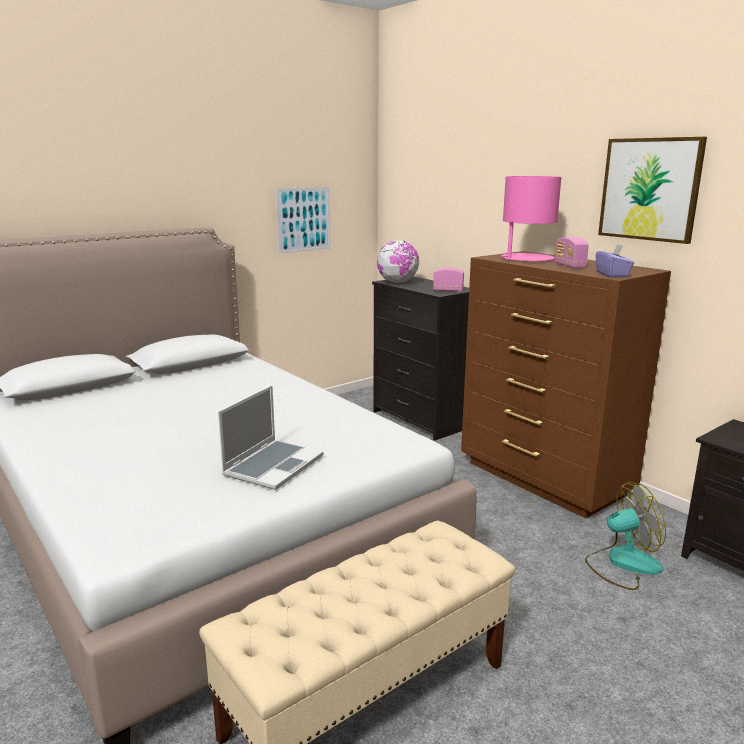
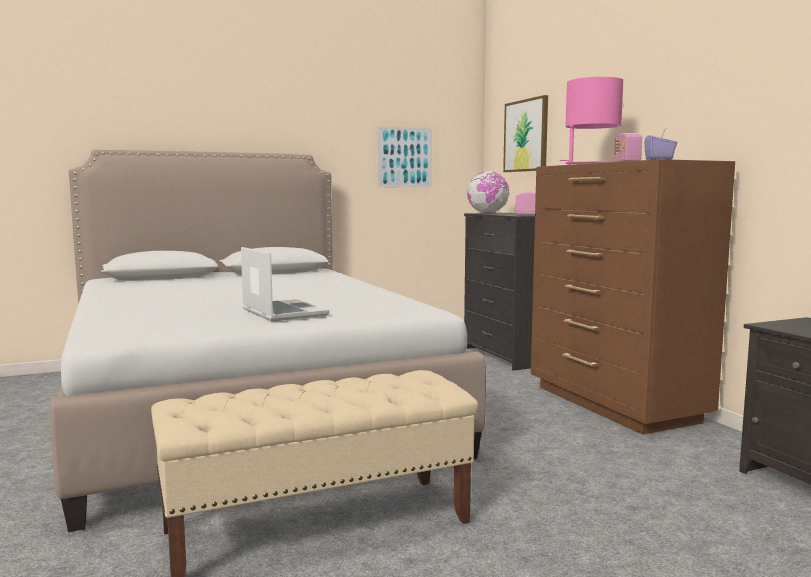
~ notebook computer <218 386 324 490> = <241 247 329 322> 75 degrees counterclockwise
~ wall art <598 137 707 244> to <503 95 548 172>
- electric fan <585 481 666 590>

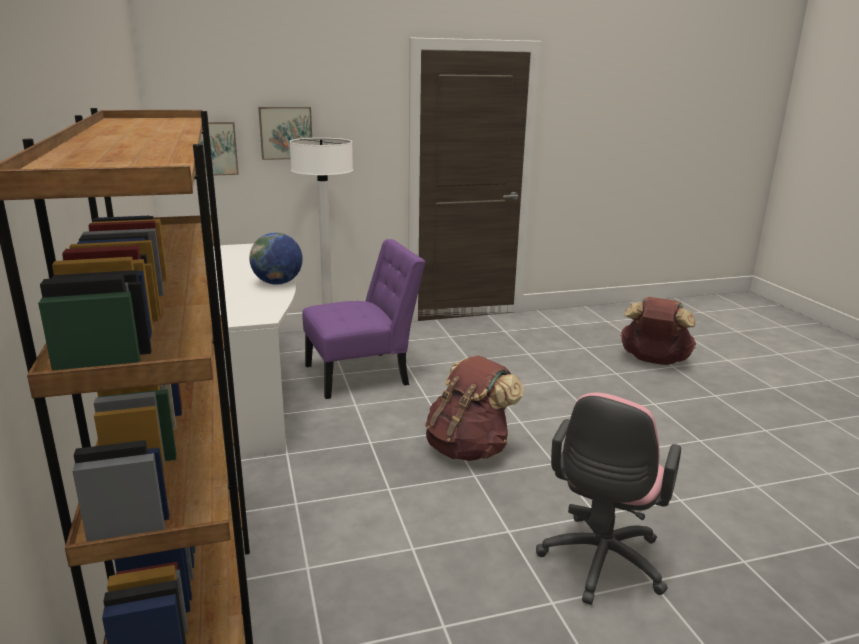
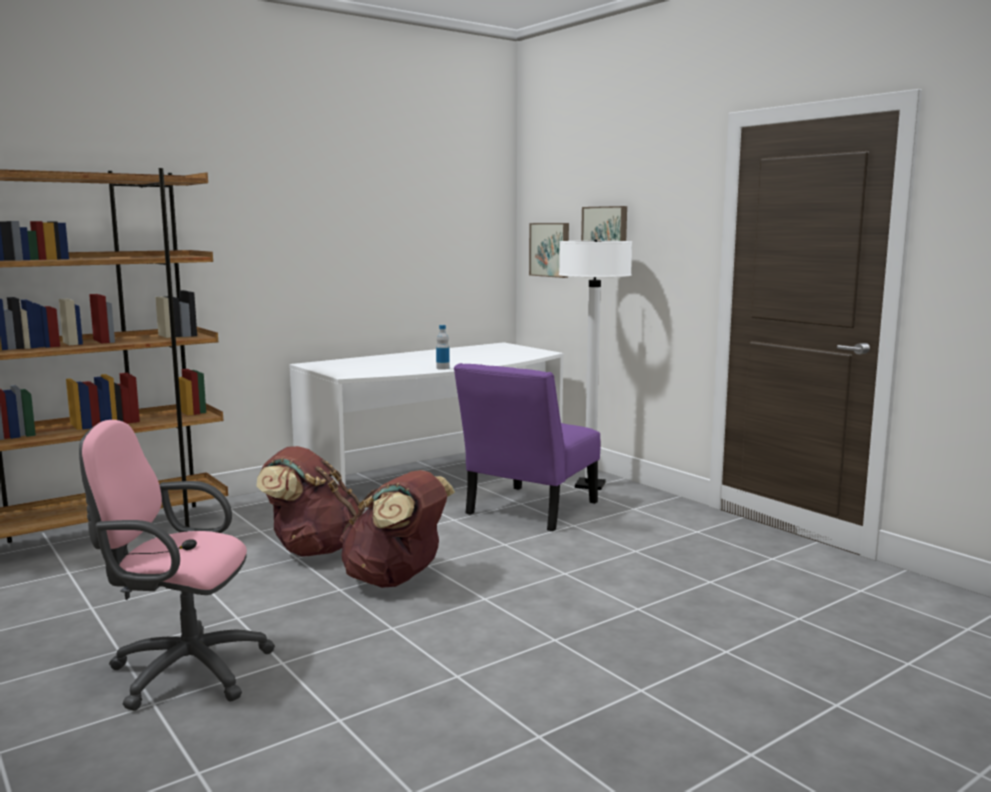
~ brownish knapsack <620 297 696 365> to <256 446 360 557>
~ world globe <249 233 303 285> to beverage bottle <436 325 450 370>
~ purplish chair <302 239 425 399> = <454 363 600 531> 75 degrees clockwise

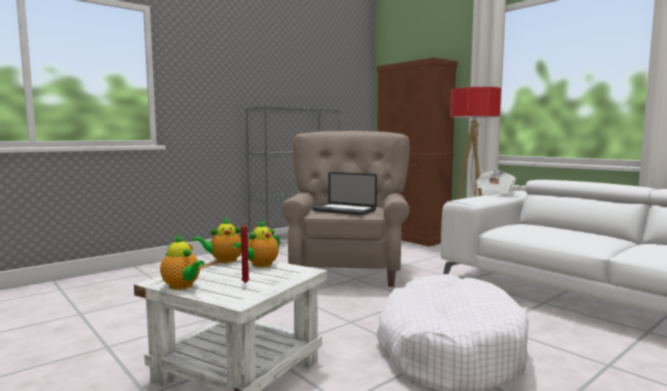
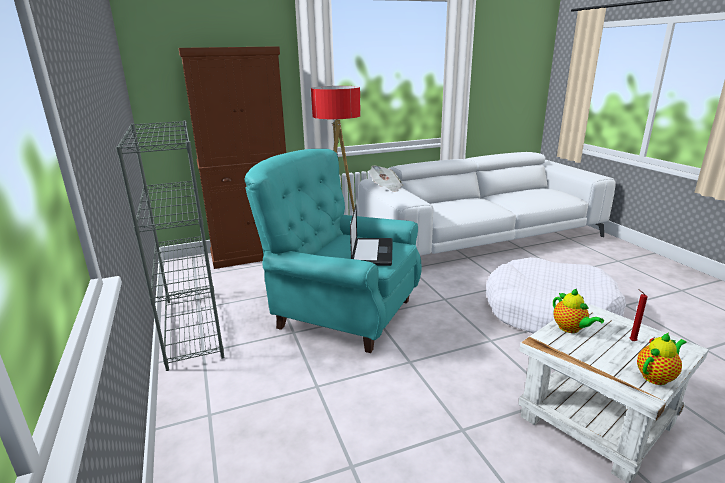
~ beige-coloured easy chair <281 131 410 287> to turquoise easy chair <244 149 422 353>
~ notebook computer <312 172 377 215> = <350 205 393 266> 45 degrees counterclockwise
- tea pot <193 217 249 263>

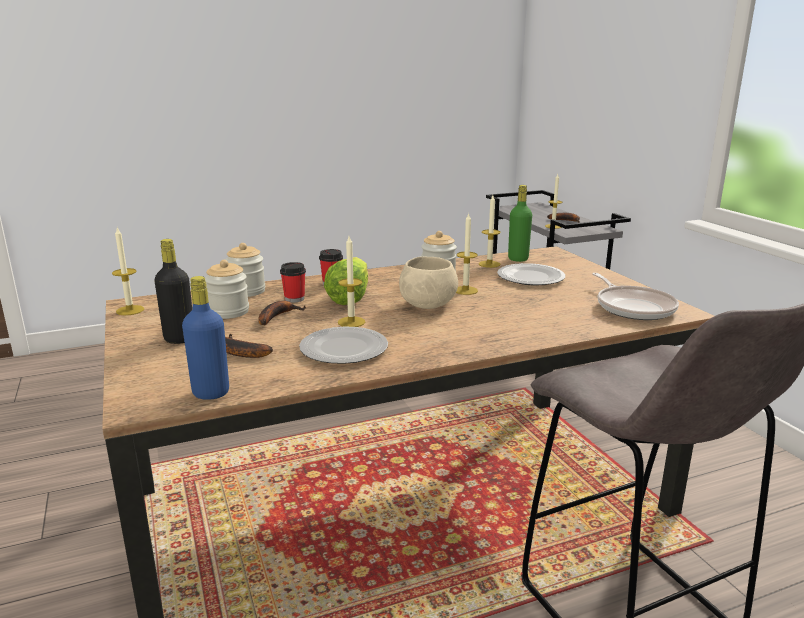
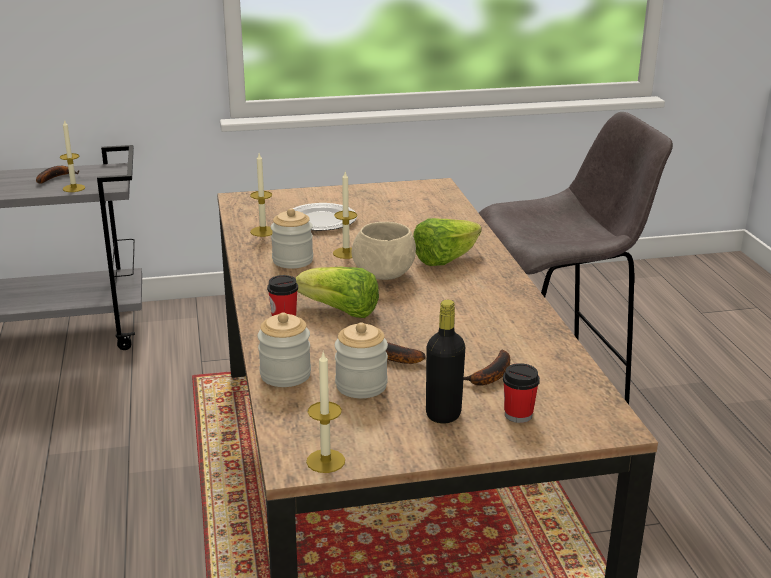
+ lettuce head <413 218 482 266>
~ drinking cup <280 262 306 303> to <503 363 540 423>
- blue-coloured beverage bottle <182 276 229 400>
- flat dish <299 327 388 364>
- wax candle <338 236 365 327>
- green-coloured beverage bottle <508 185 532 262>
- frying pan <592 273 679 320>

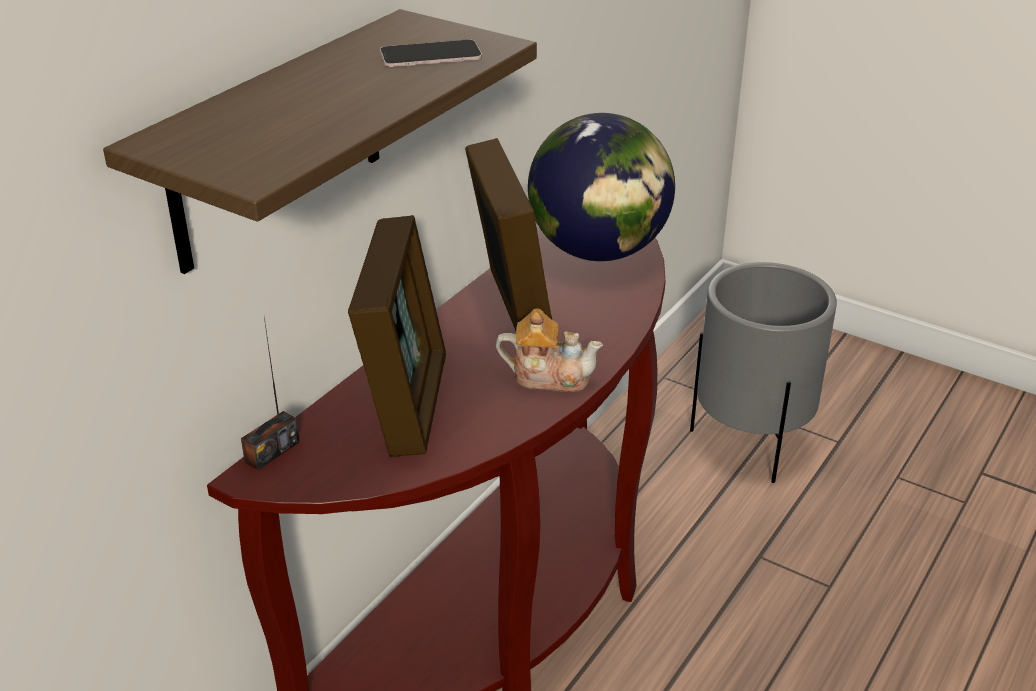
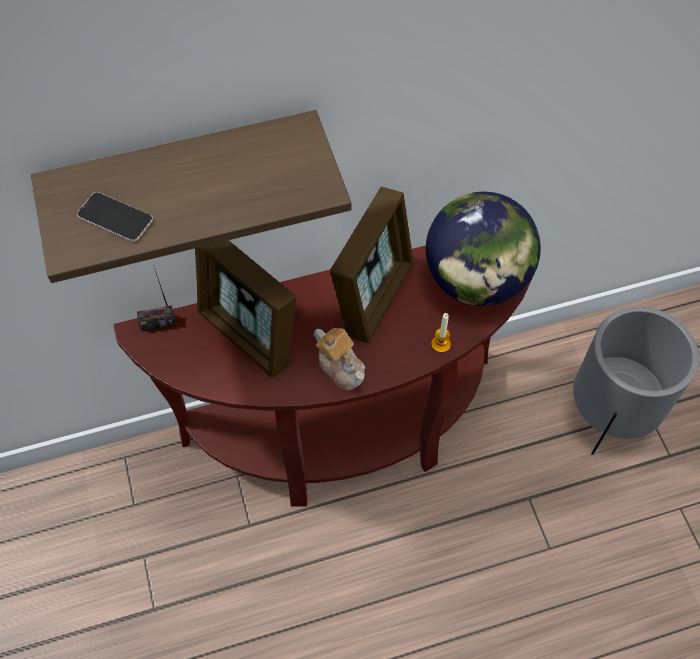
~ phone <380 39 482 67> to <77 192 153 242>
~ standing frame <348 215 446 456> = <195 240 296 378> 90 degrees clockwise
+ wax candle <431 313 451 353>

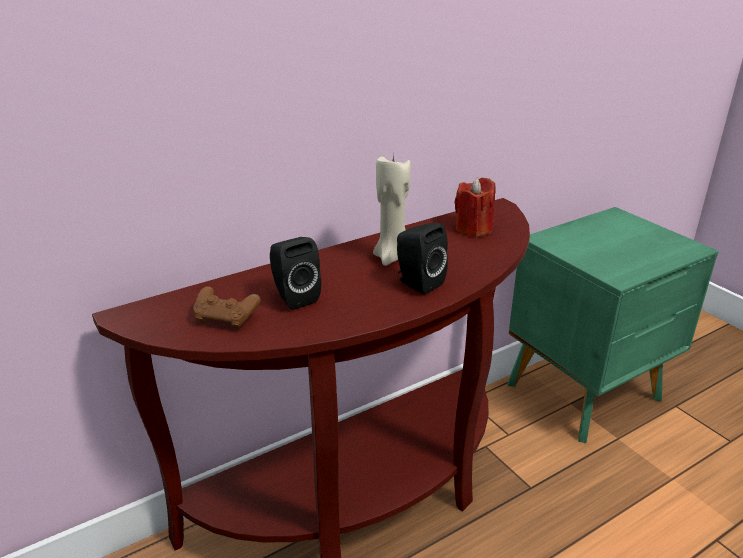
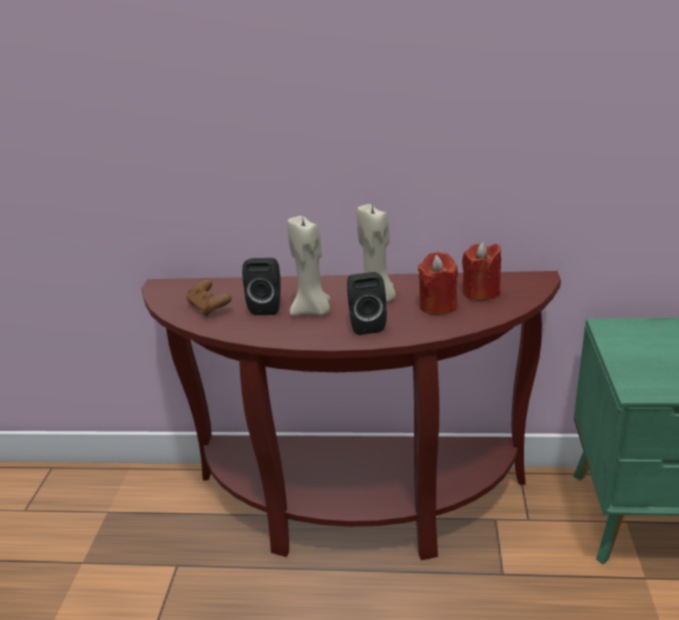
+ beige-coloured wax candle <287 214 330 316>
+ red wax candle <418 252 458 315>

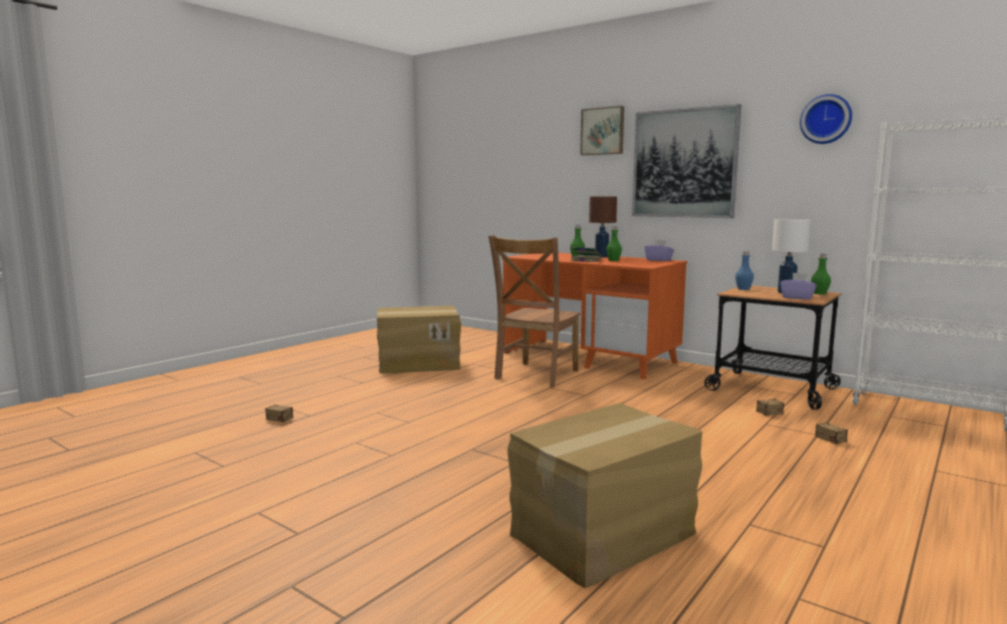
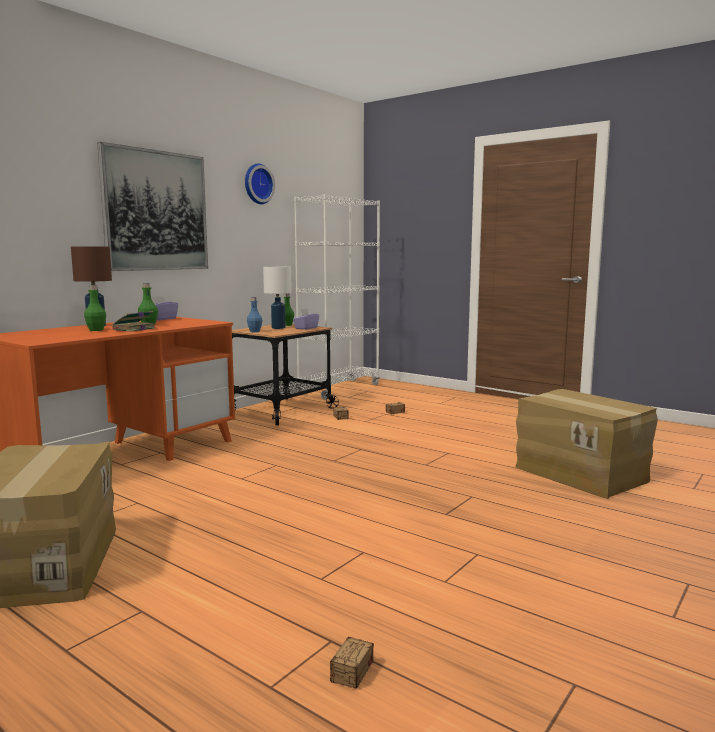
- brownish chair <488 235 581 388>
- wall art <580 106 624 155>

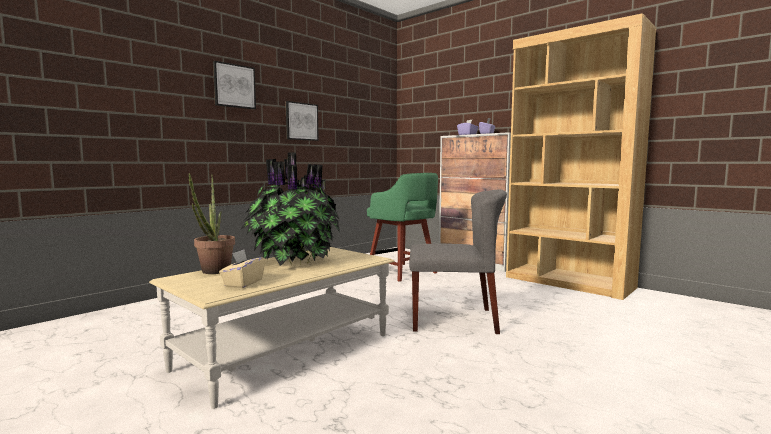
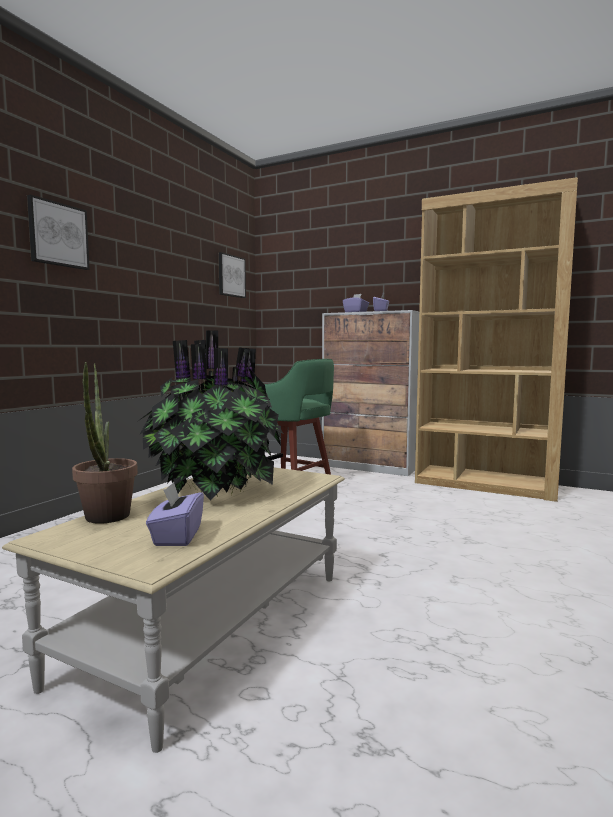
~ beige-coloured tissue box <219 250 265 288> to purplish tissue box <146 482 204 546>
~ wall art <285 101 319 141> to <218 252 246 298>
- gray chair <409 189 507 334>

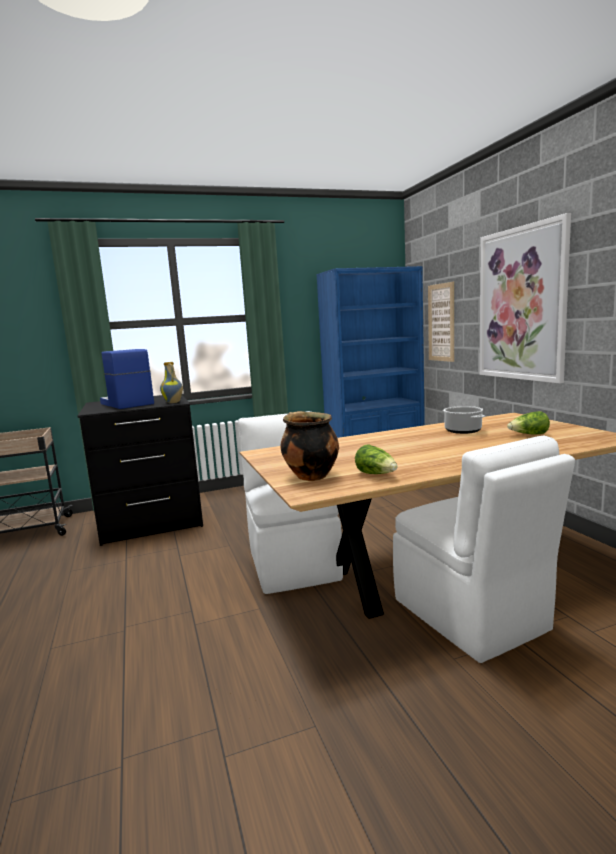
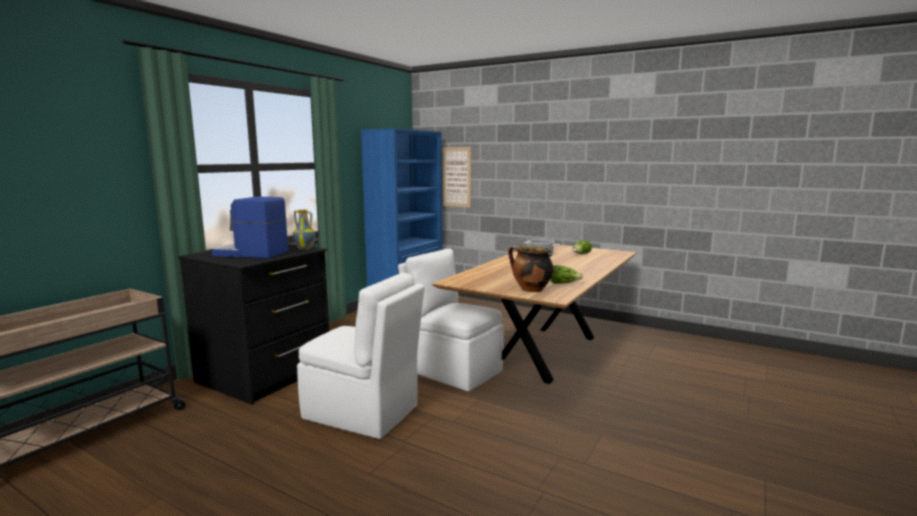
~ white-coloured chair <393 435 575 663> to <297 273 425 439>
- wall art <479 213 571 384>

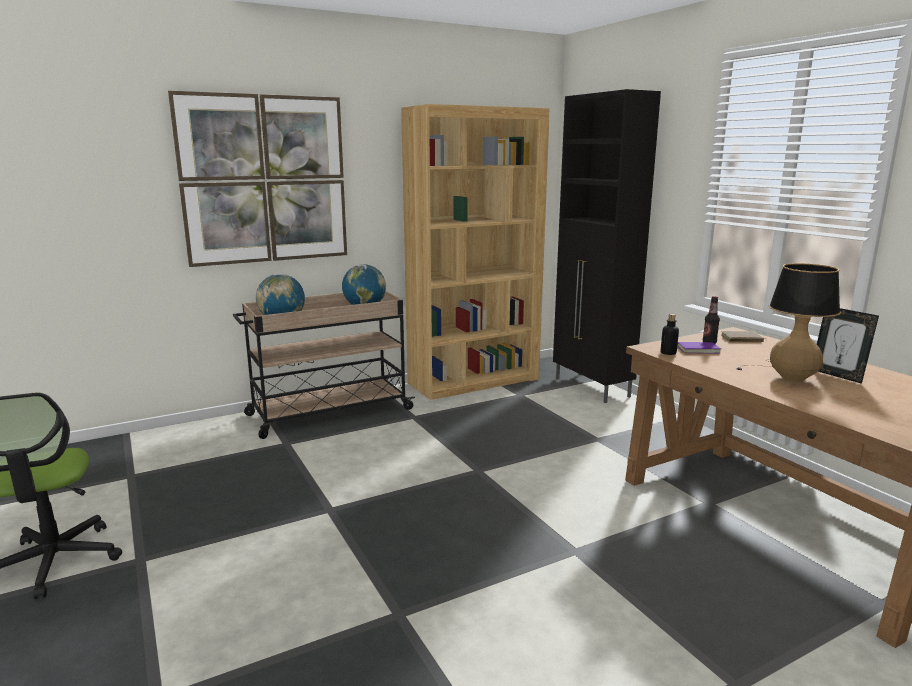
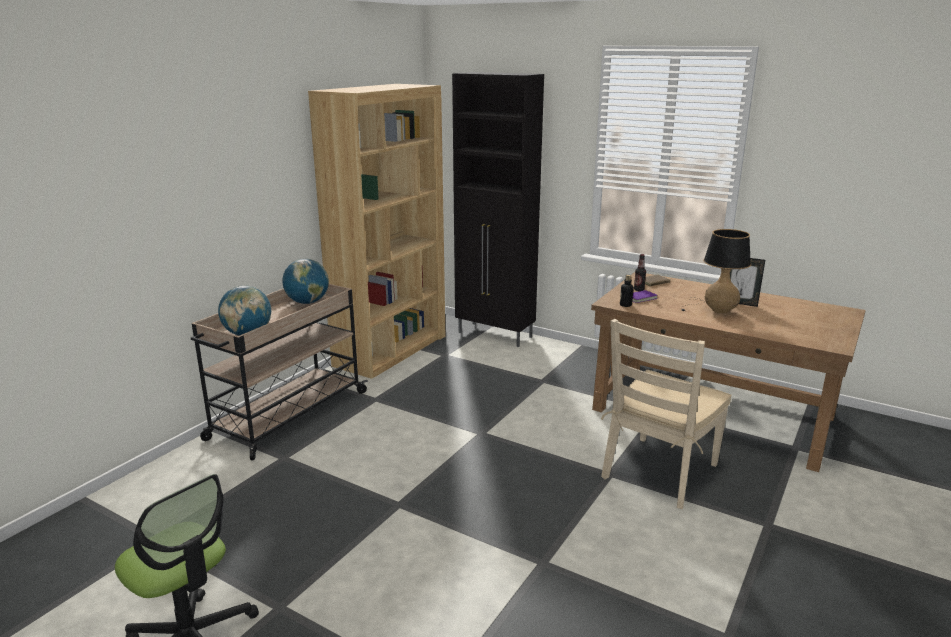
+ beige-coloured chair <601 319 732 509>
- wall art <168 91 347 267>

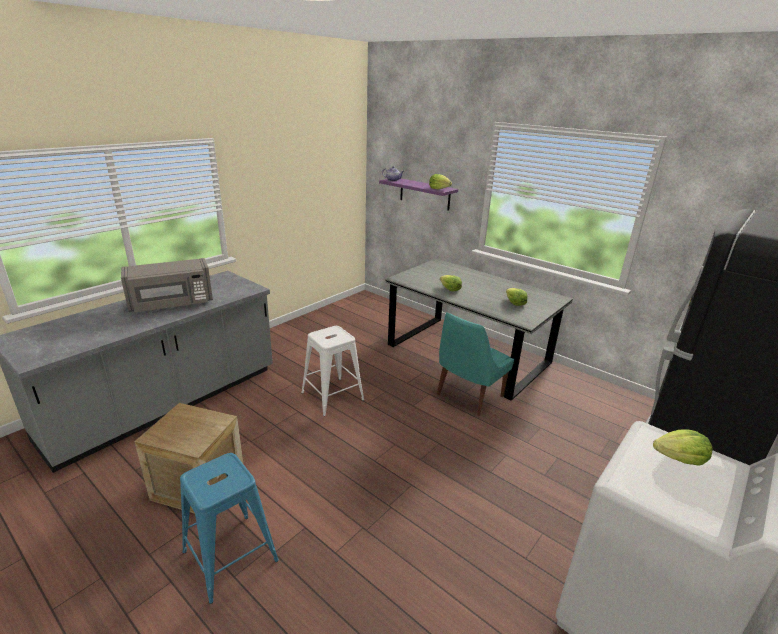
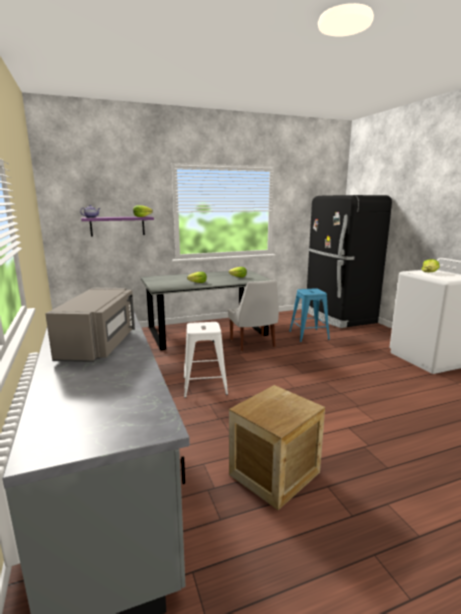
~ turquoise chair <437 312 514 416> to white-coloured chair <228 280 279 351>
~ blue-coloured stool seat <180 453 279 604> to <289 288 330 342>

